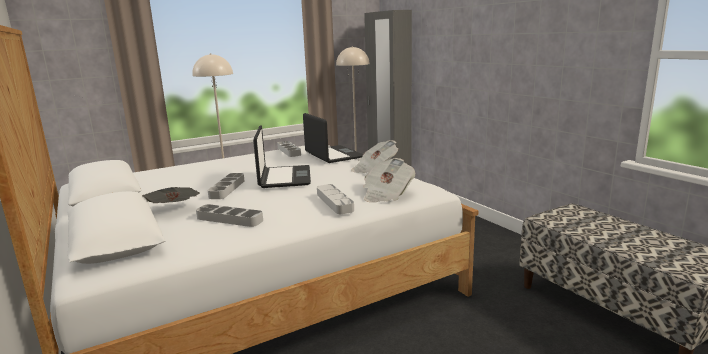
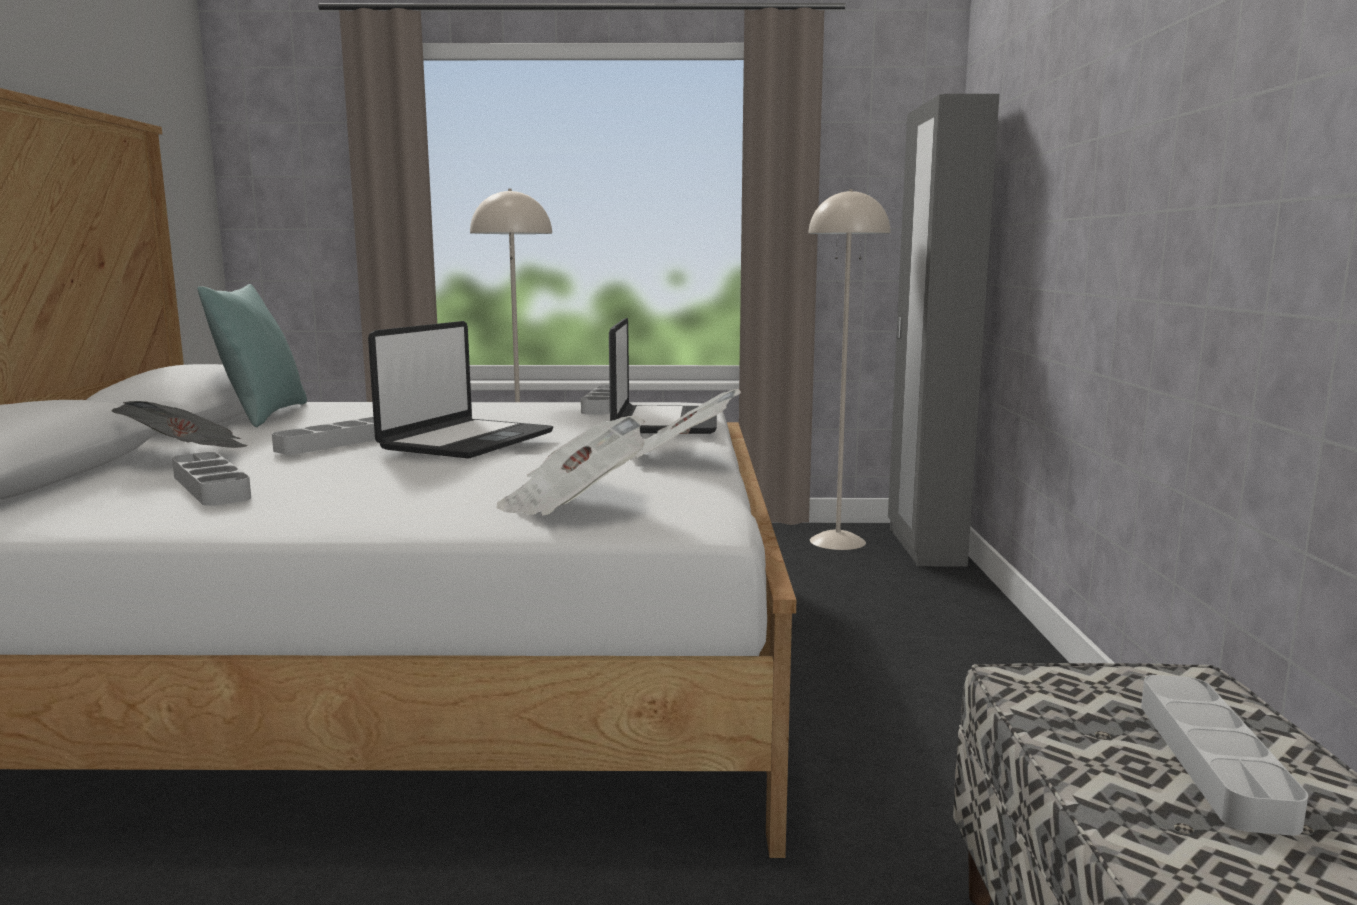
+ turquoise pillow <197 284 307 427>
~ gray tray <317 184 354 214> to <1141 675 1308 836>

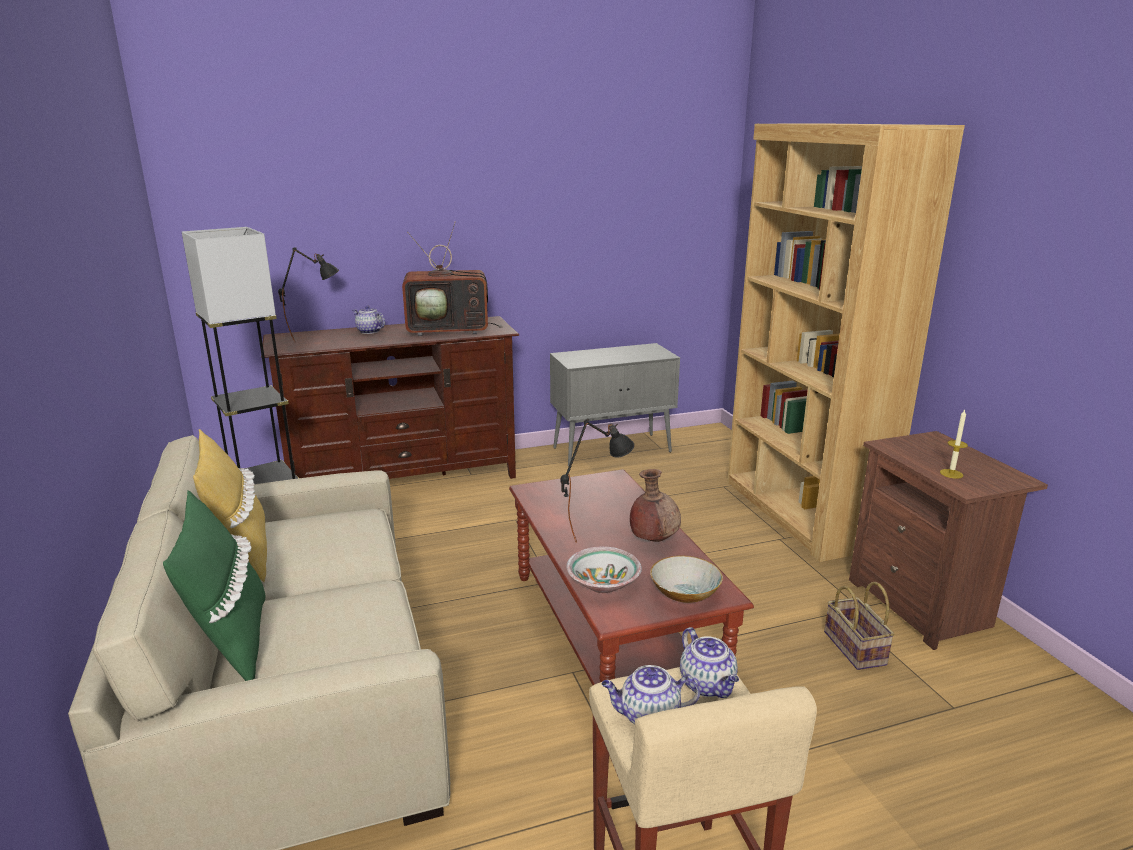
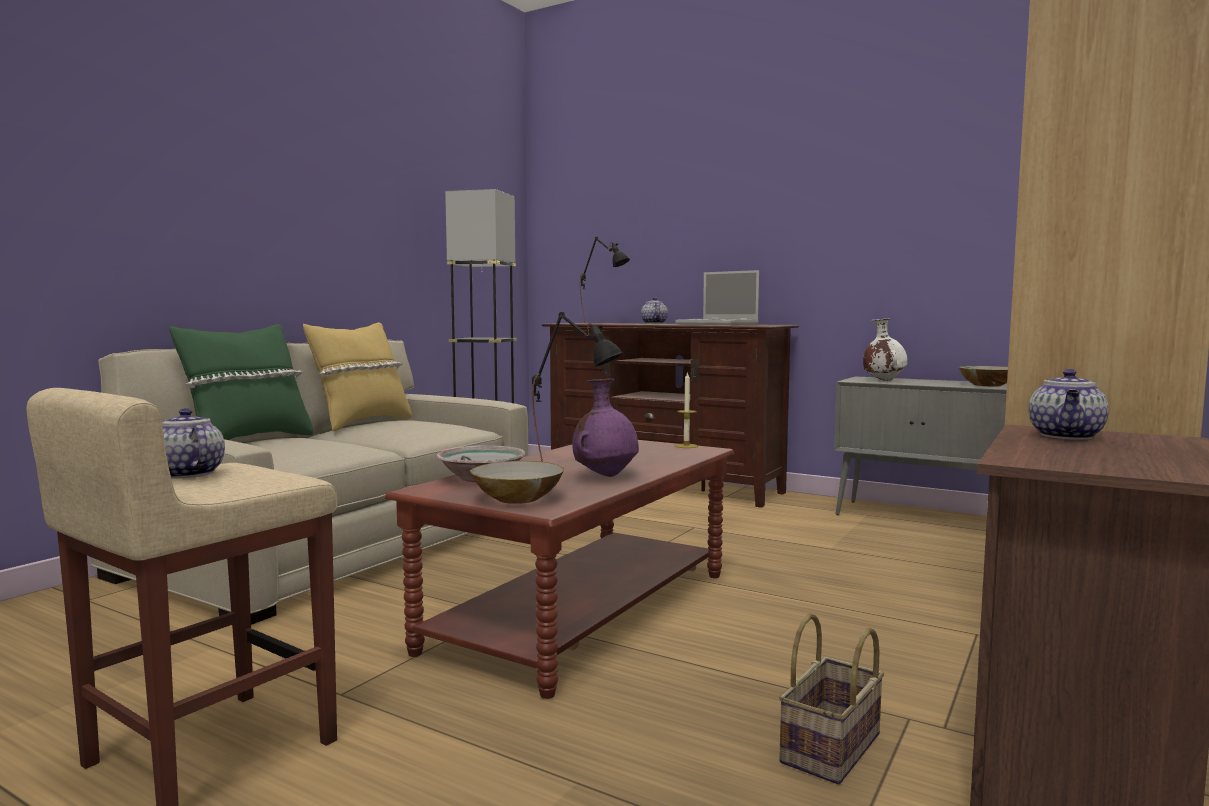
~ brownish flower vase <630 469 681 542> to purplish flower vase <572 379 639 477>
~ TV <402 221 503 336> to notebook computer <675 270 759 325>
~ wax candle <940 409 968 479> to <675 372 698 448>
+ white-coloured flower vase <863 318 908 381>
+ serving bowl <959 366 1008 387>
~ tea pot <680 627 739 698> to <1029 369 1109 439>

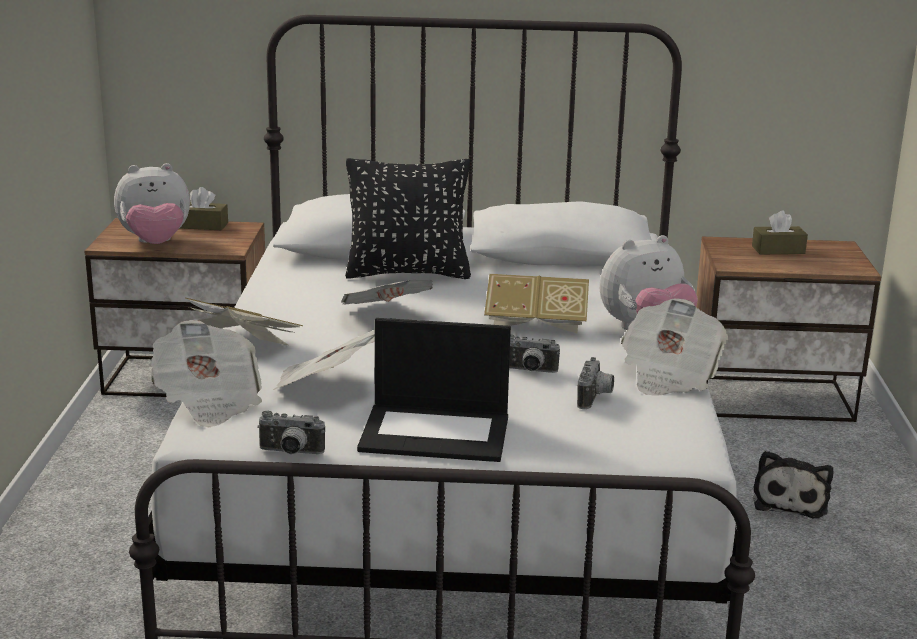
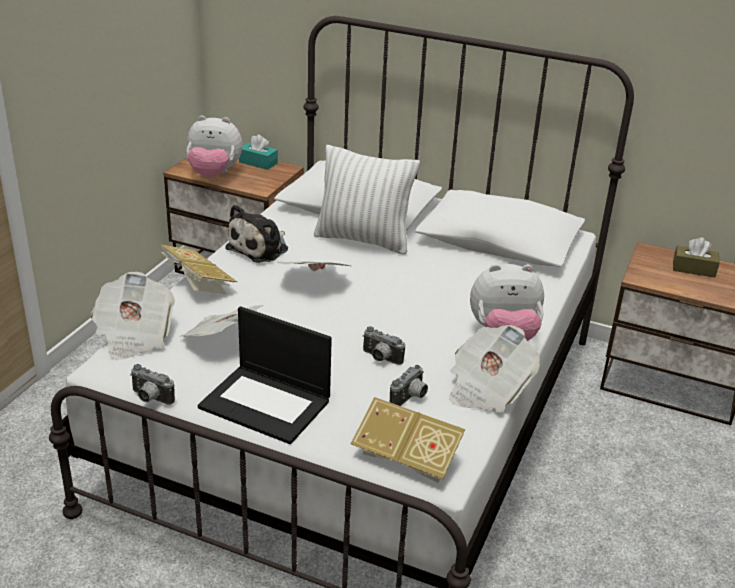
~ soft toy <753 451 833 518> to <225 204 288 263>
~ brownish tissue box <180 187 228 230> to turquoise tissue box <239 135 278 170>
~ blackish pillow <345 158 471 279> to white-coloured pillow <314 145 420 254>
~ book <484 274 589 334> to <351 397 465 483>

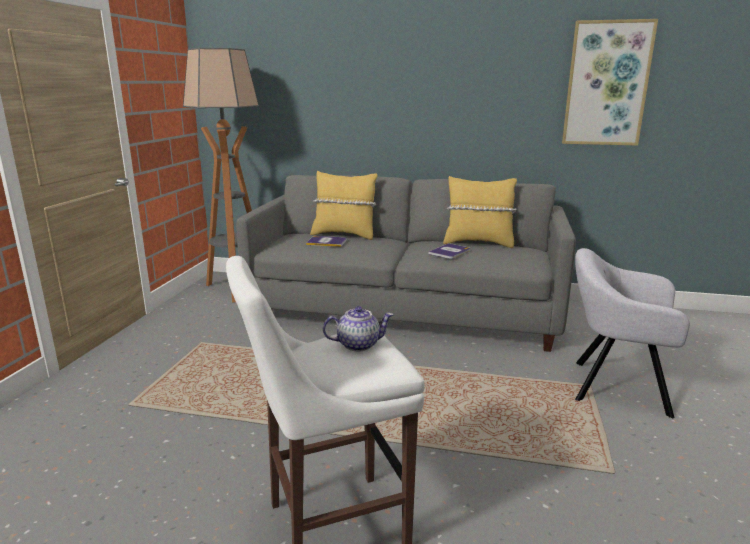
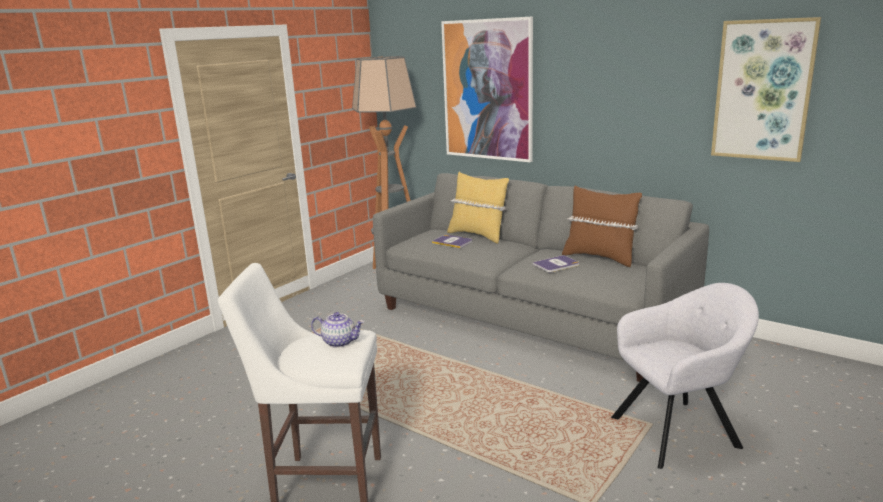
+ wall art <441 17 533 162>
~ yellow pillow <443 176 517 248> to brownish pillow <562 185 642 267>
~ gray easy chair <575 248 690 418> = <611 283 759 469> 120 degrees clockwise

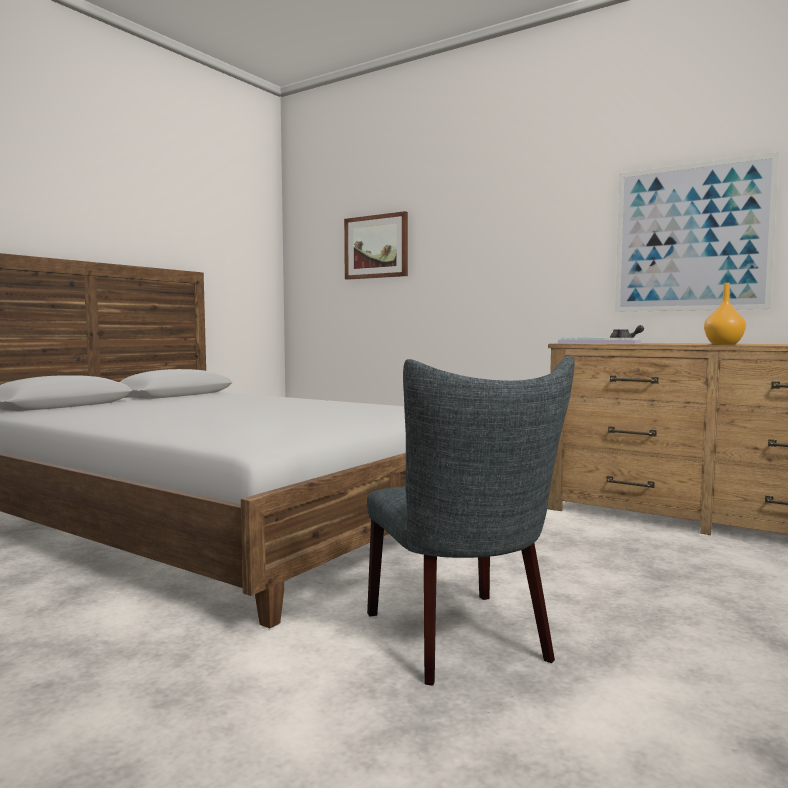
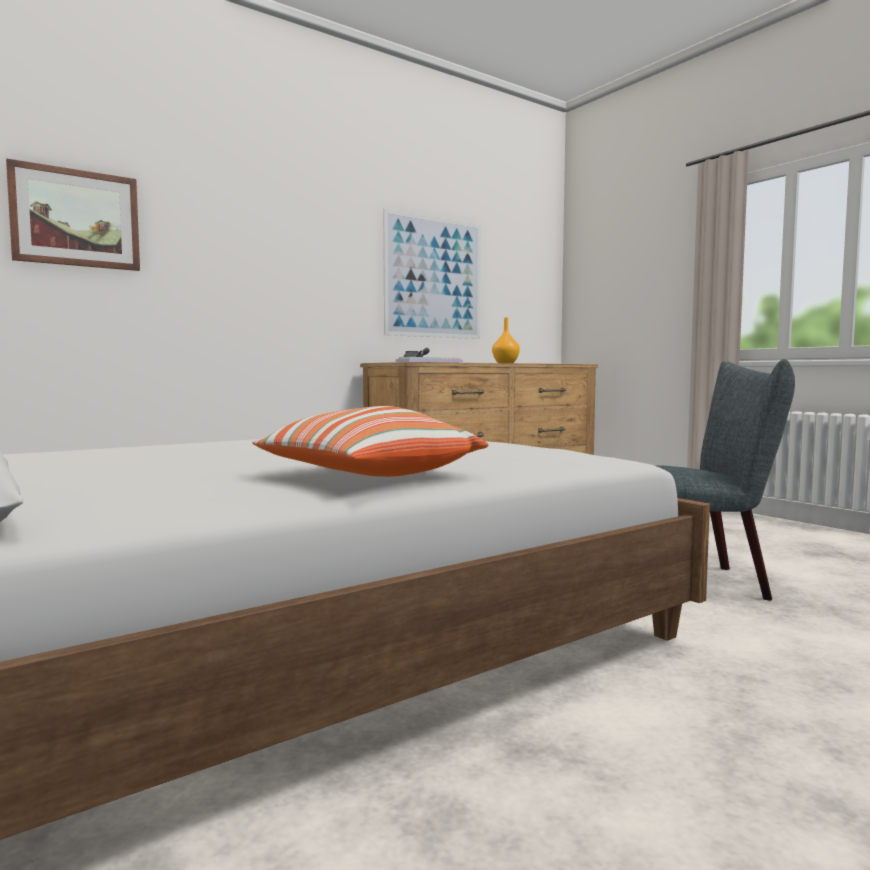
+ pillow <252 406 488 477>

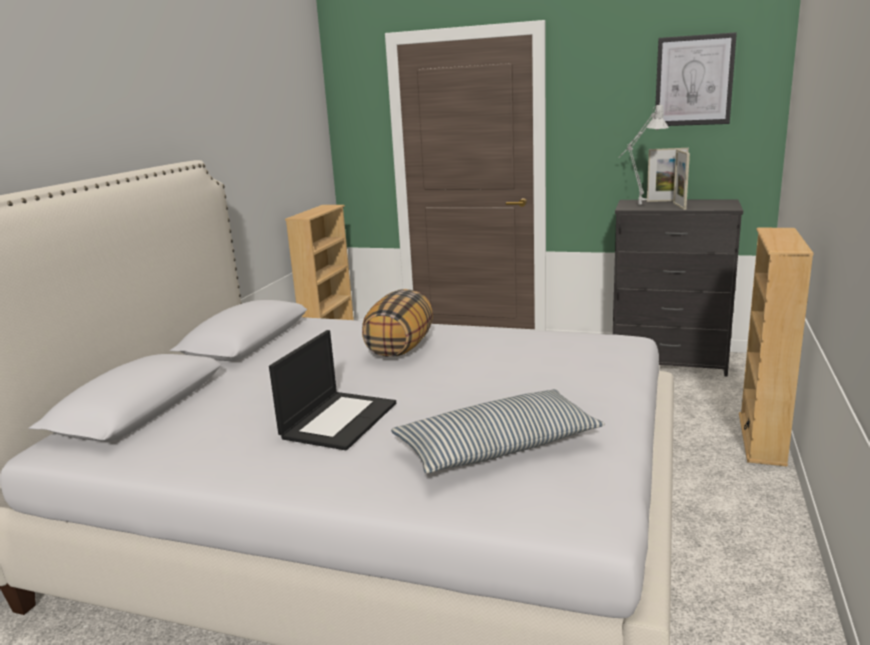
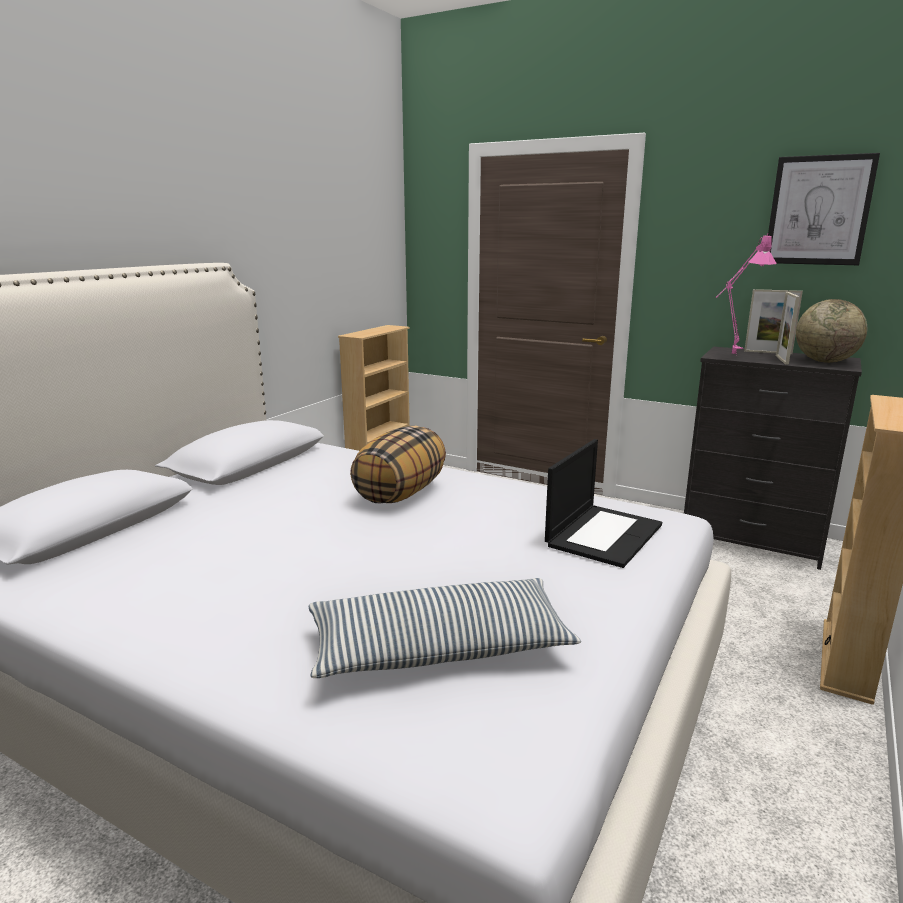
~ notebook computer <269 330 396 450> to <545 439 662 568>
~ gray table lamp <618 105 669 205> to pinkish table lamp <716 233 776 354>
+ world globe <796 299 867 363>

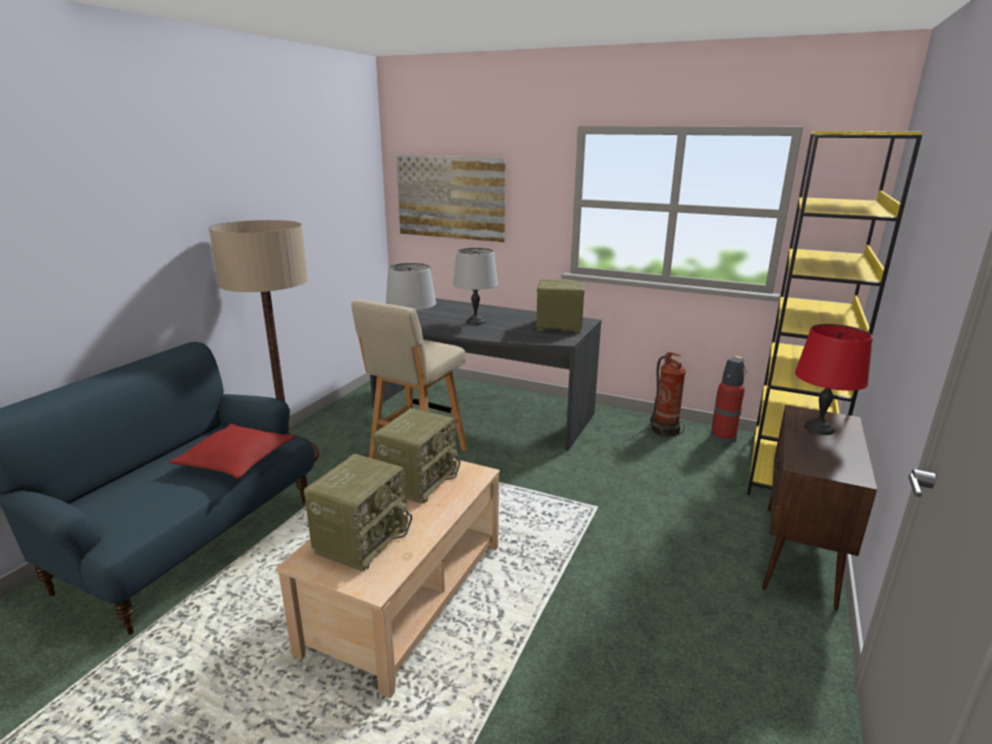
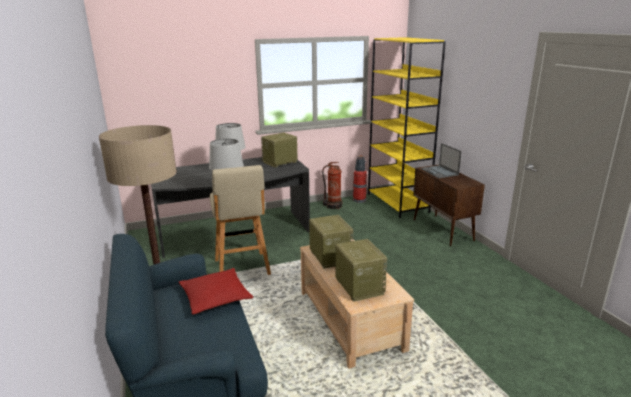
~ red table lamp <795 324 873 435> to notebook computer <420 143 462 178>
- wall art <396 155 505 242>

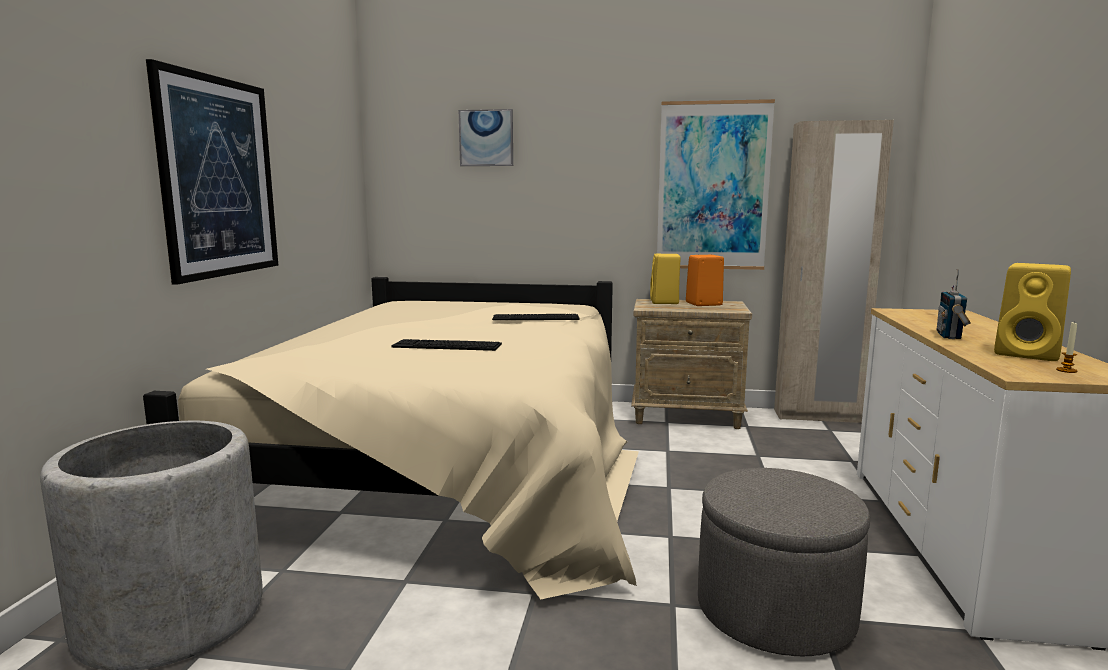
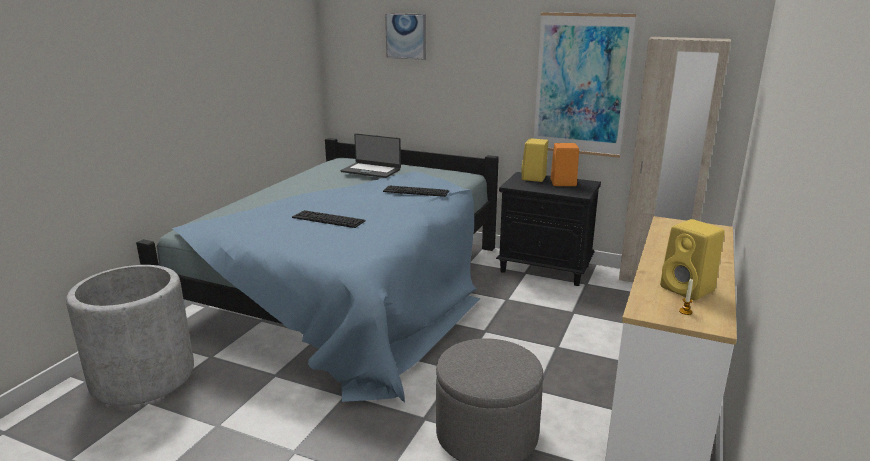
~ beige-coloured bed <143 277 639 599> to blue-coloured bed <136 138 499 403>
+ notebook computer <340 133 401 178>
~ beige-coloured nightstand <631 299 752 429> to blackish nightstand <496 172 601 286>
- wall art <146 59 278 285>
- radio receiver <937 269 971 339>

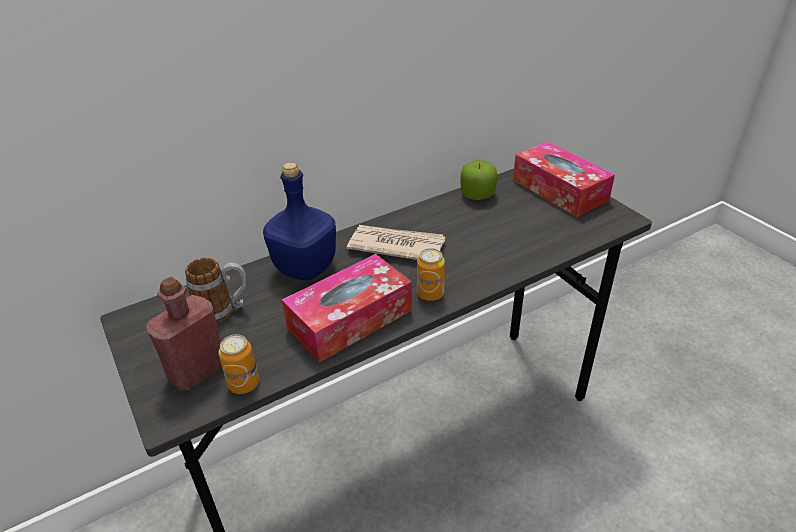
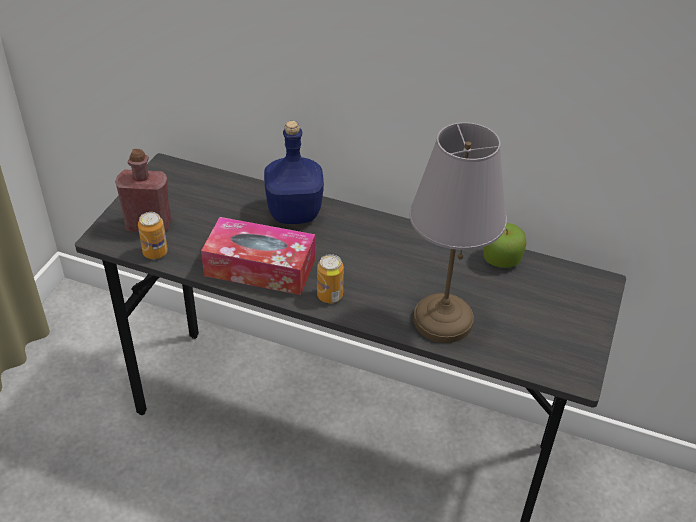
+ gray table lamp <409 122 507 343>
- coffee mug <185 257 246 323>
- daily paper <347 225 446 260>
- tissue box <513 141 615 217>

